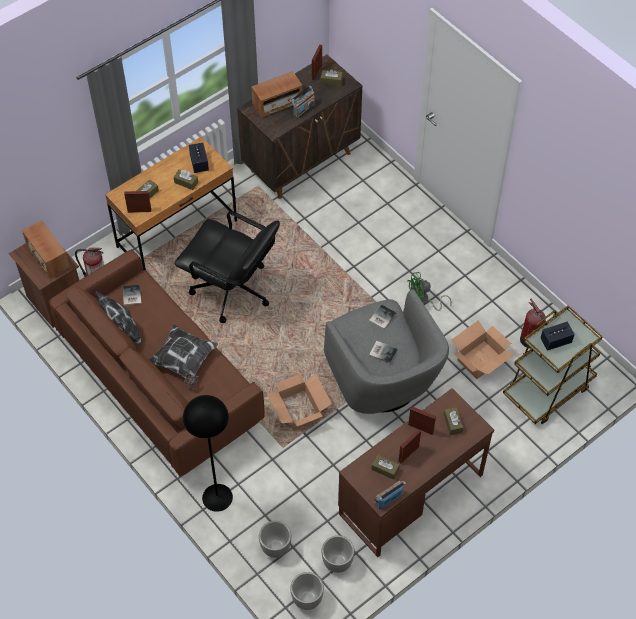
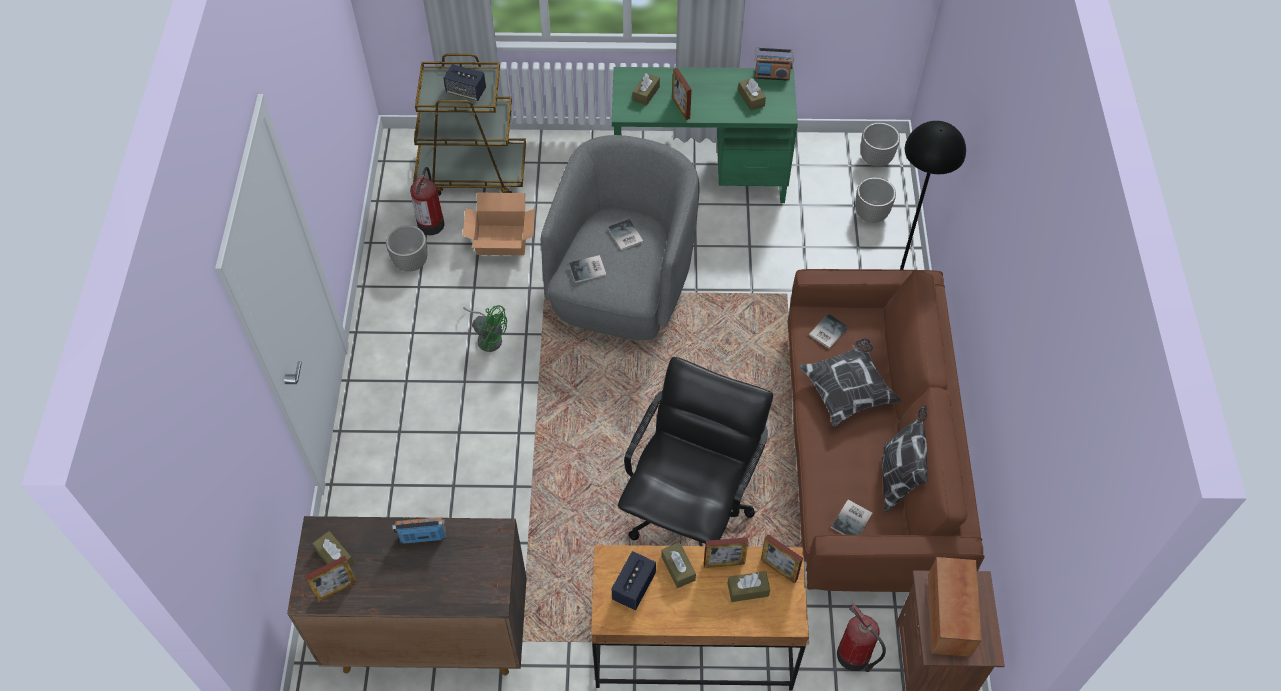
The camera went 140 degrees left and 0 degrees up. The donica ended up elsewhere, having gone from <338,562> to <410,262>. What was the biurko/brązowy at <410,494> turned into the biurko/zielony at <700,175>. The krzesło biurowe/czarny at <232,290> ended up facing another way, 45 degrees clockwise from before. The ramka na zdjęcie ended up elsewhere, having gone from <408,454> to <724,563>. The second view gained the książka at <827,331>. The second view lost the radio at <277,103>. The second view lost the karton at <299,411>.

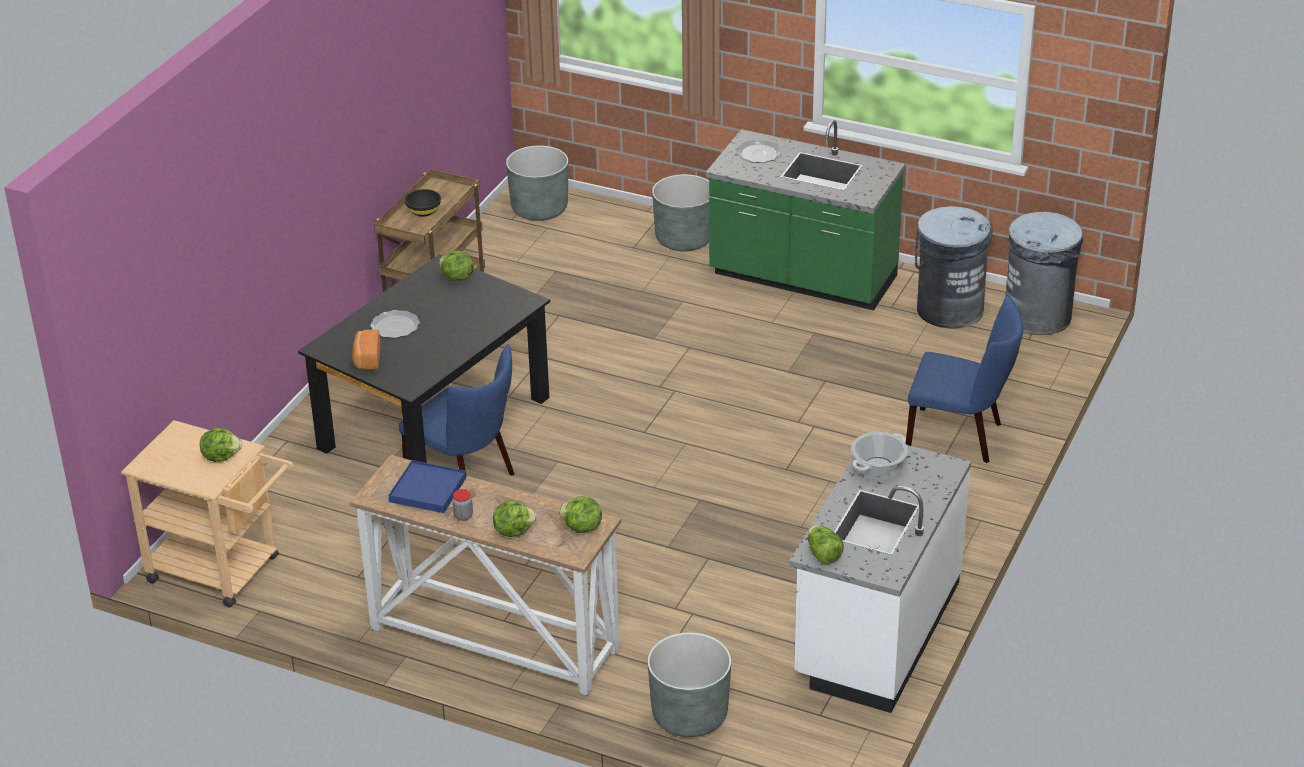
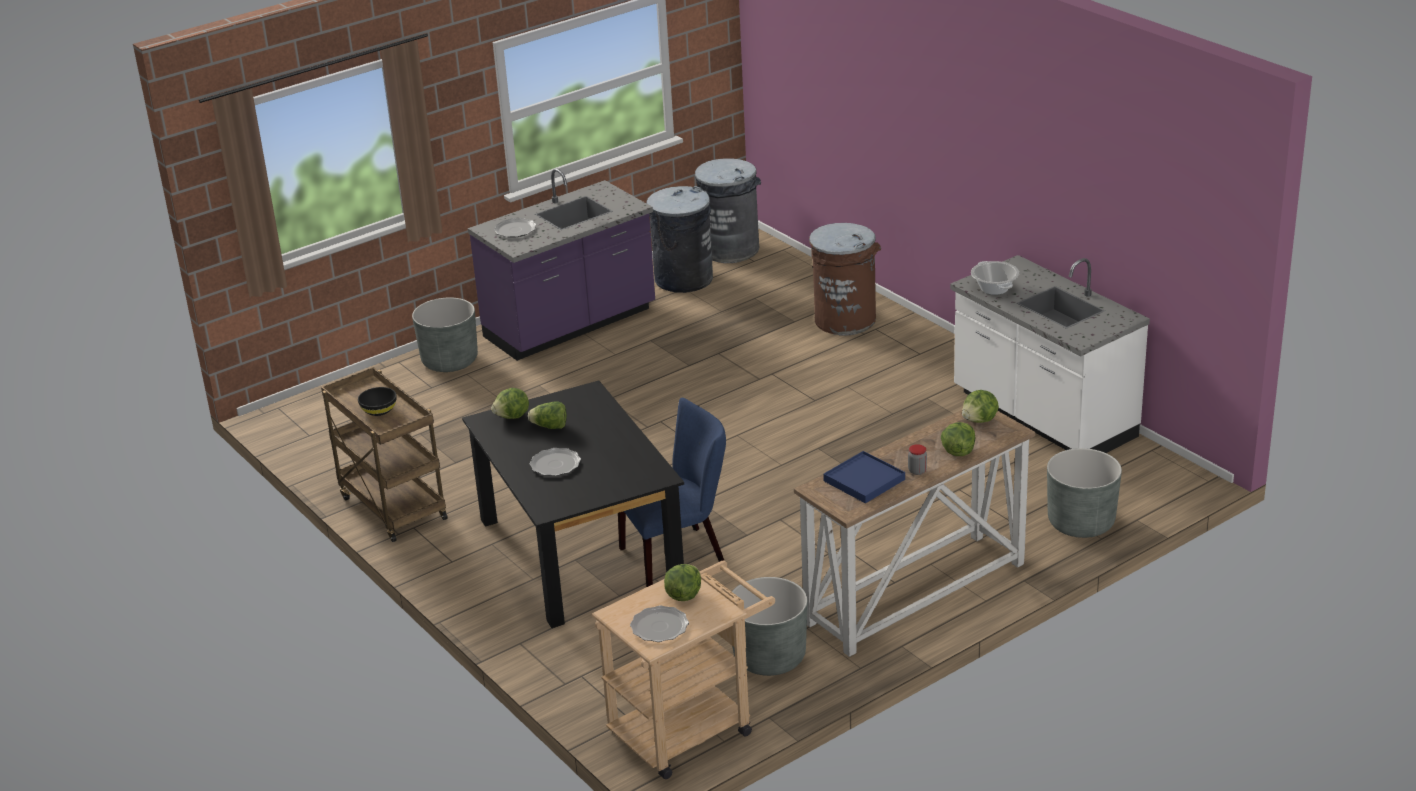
The camera went 60 degrees left and 5 degrees down. What was the zabudowa kuchenna/zielony at <802,278> turned into the zabudowa kuchenna/fioletowy at <571,325>. The sałata ended up elsewhere, having gone from <823,554> to <550,427>. The second view gained the talerz at <660,627>. The donica/szary ended up elsewhere, having gone from <539,209> to <769,657>. Where the krzesło/niebieski stood at <960,437>, the kosz na śmieci/brązowy came to stand at <845,320>. The second view lost the chleb at <366,359>.

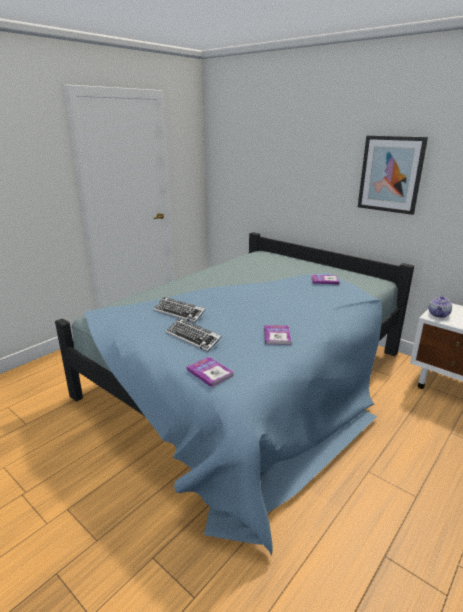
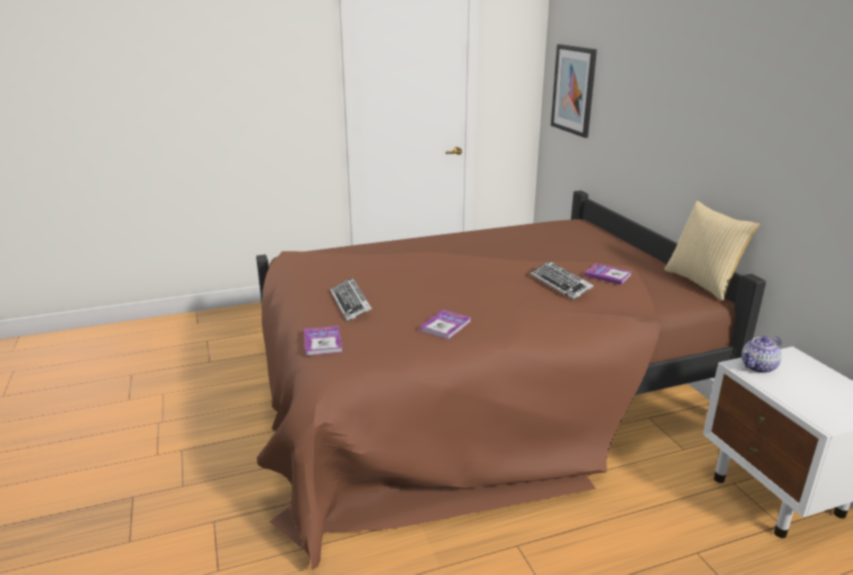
The camera went 30 degrees right and 0 degrees up. What was the łóżko/niebieski at <250,380> turned into the łóżko/brązowy at <473,392>. The klawiatura ended up elsewhere, having gone from <179,313> to <560,284>. The obraz ended up elsewhere, having gone from <390,174> to <573,90>. The second view gained the poduszka at <703,283>.

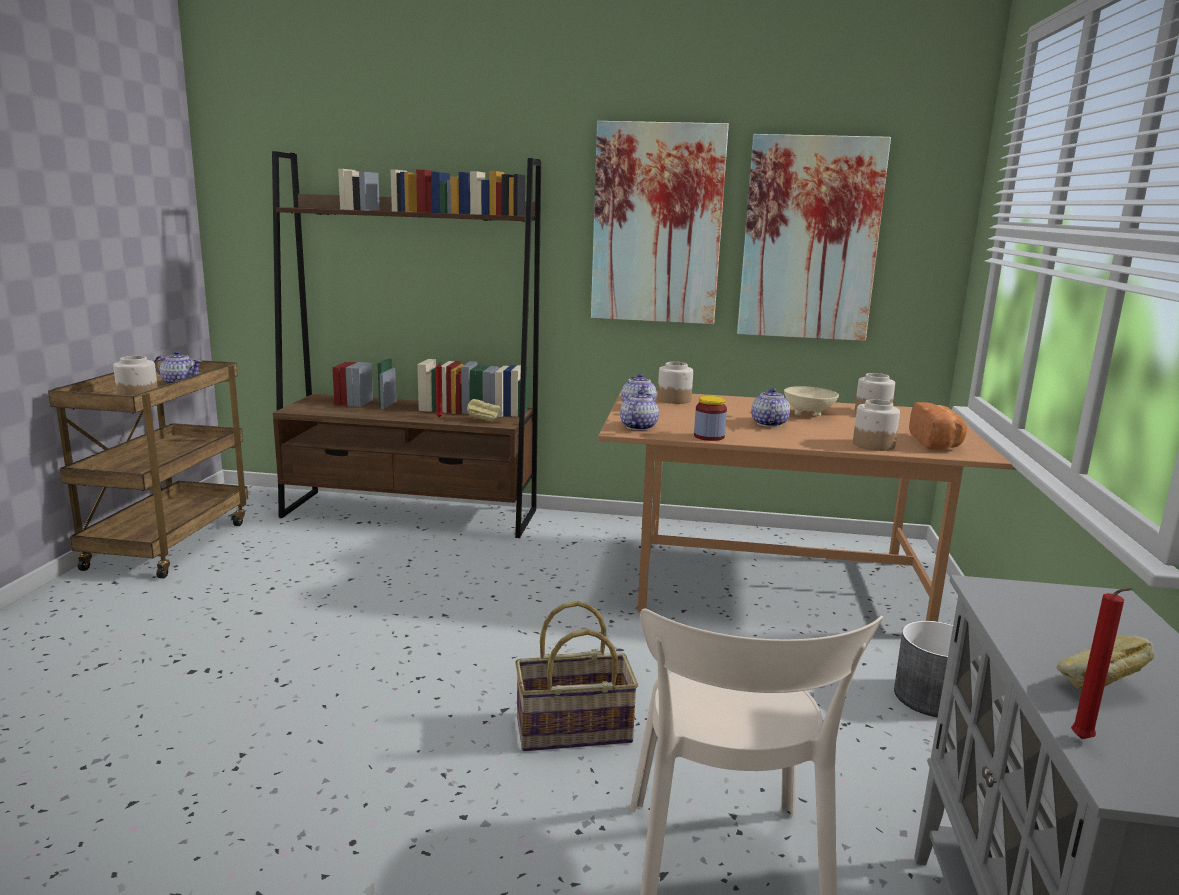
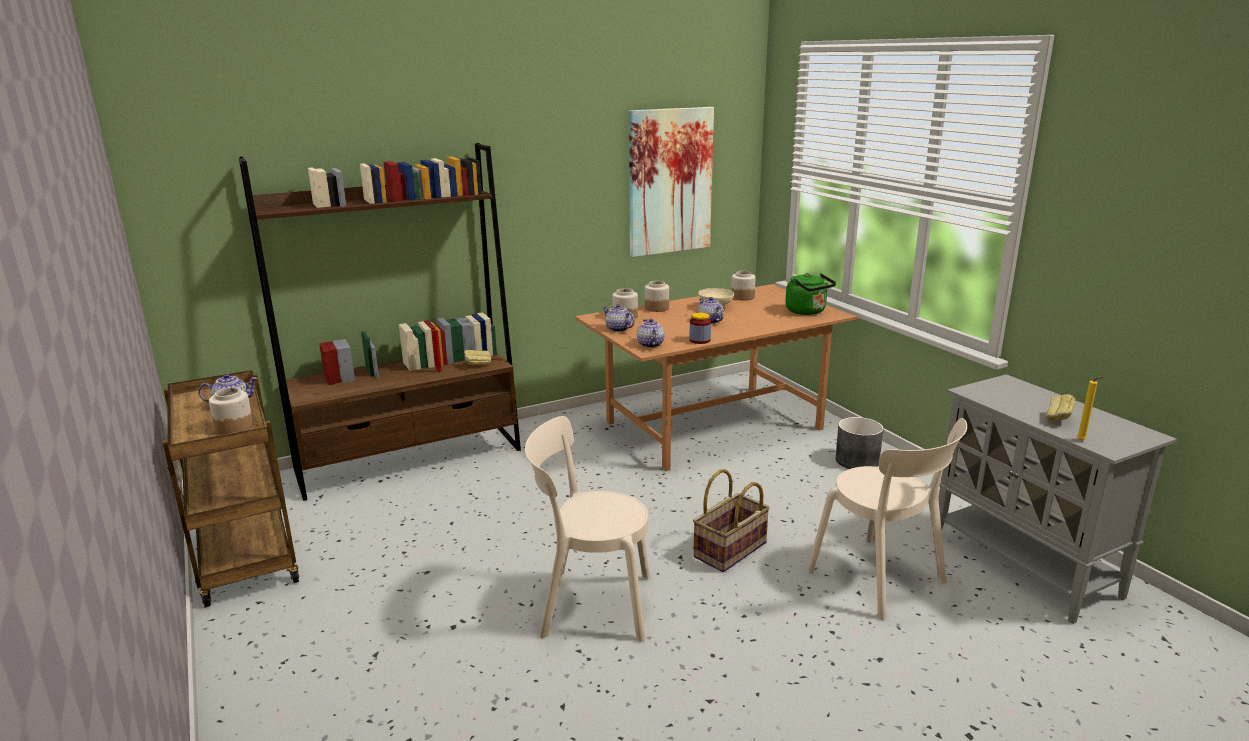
The camera went 35 degrees left and 5 degrees up. The second view gained the krzesło/beżowy at <590,604>. The słoik ended up elsewhere, having gone from <873,445> to <656,308>. Where the chleb stood at <937,443>, the czajnik/zielony came to stand at <807,312>. What was the świeca/czerwony at <1084,741> turned into the świeca/żółty at <1082,441>. The second view lost the obraz at <657,224>.

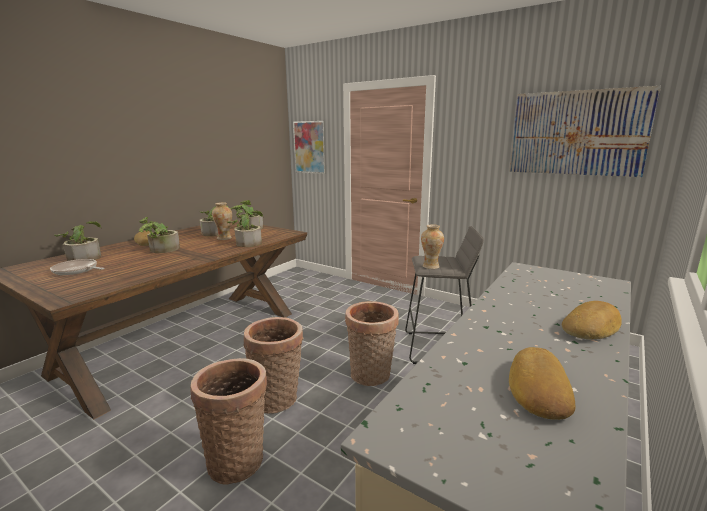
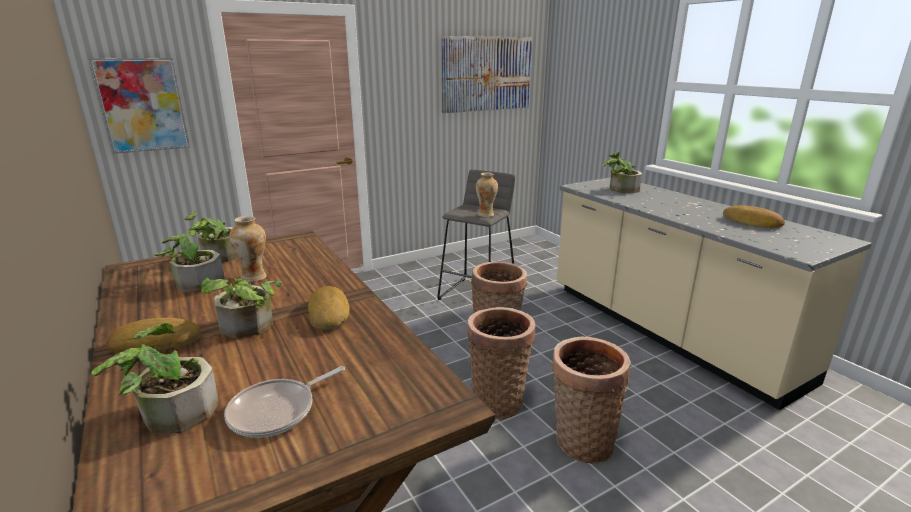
The camera went 65 degrees left and 5 degrees up. The chleb ended up elsewhere, having gone from <592,327> to <329,313>. The roślina doniczkowa ended up elsewhere, having gone from <248,242> to <619,189>.

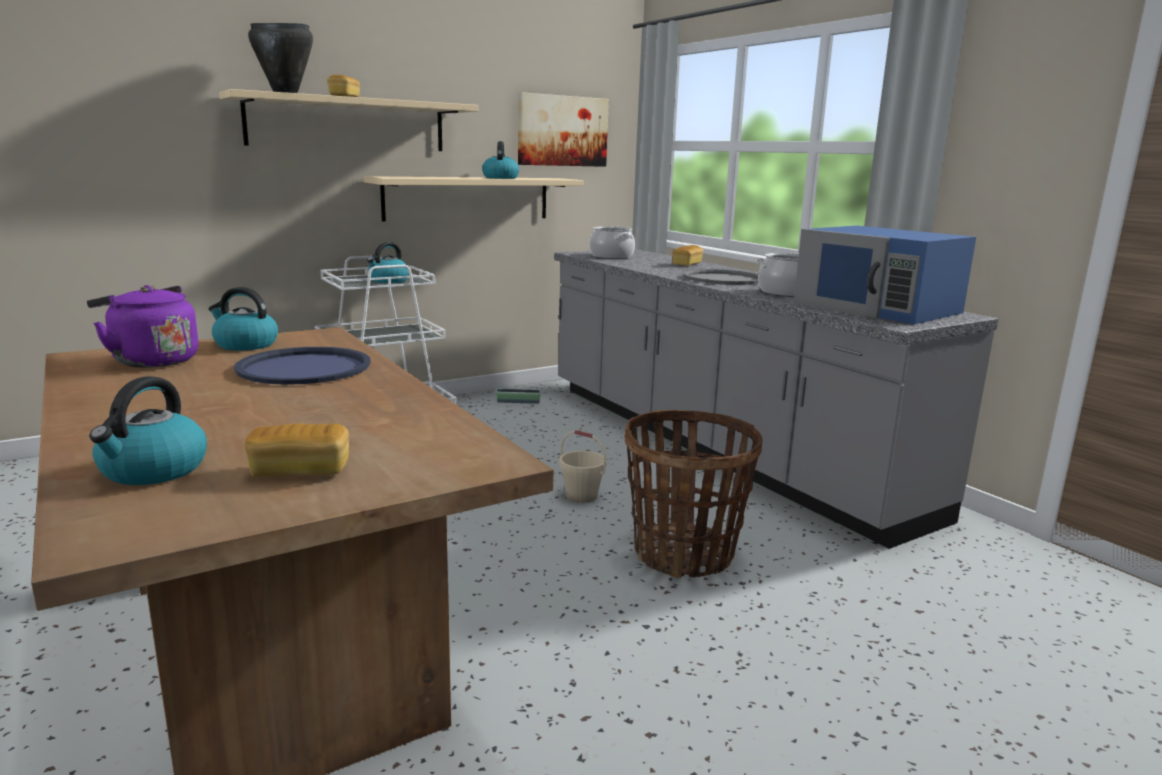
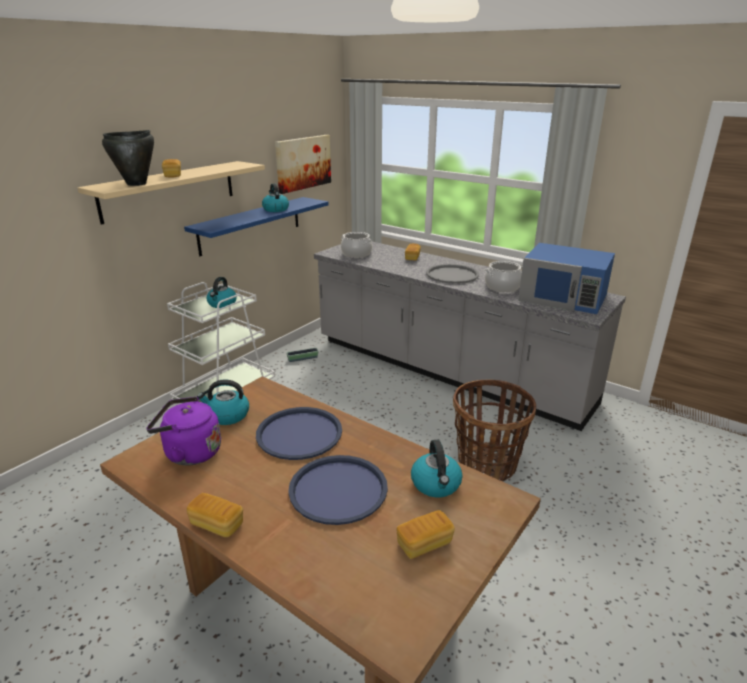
The camera went 20 degrees left and 10 degrees up. What was the półka/beżowy at <468,198> turned into the półka/niebieski at <251,225>. The second view gained the chleb at <217,524>. The second view gained the taca/niebieski at <338,489>. The czajnik ended up elsewhere, having gone from <153,470> to <436,484>. The second view lost the wiadro/beżowy at <581,496>.

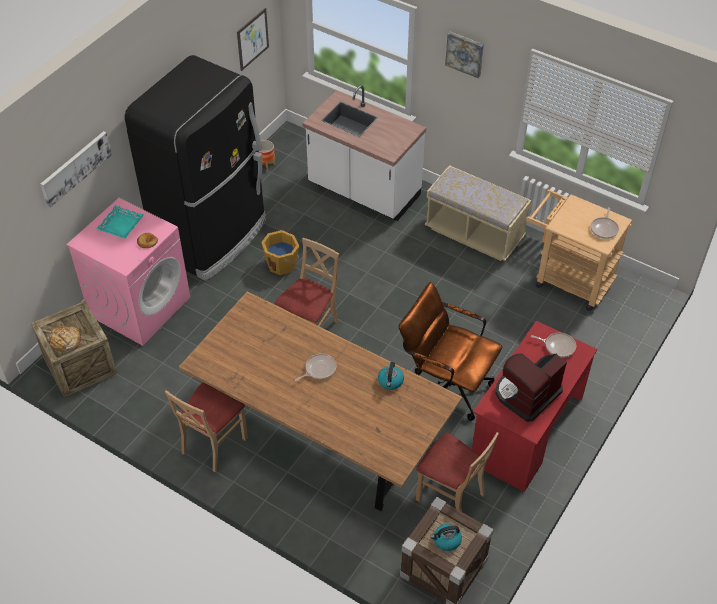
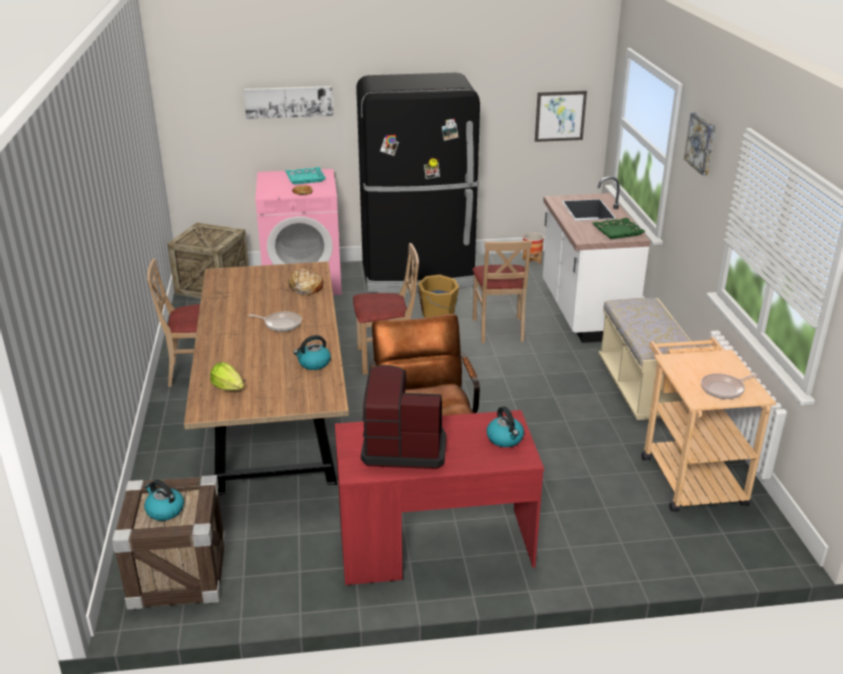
The camera went 50 degrees right and 20 degrees down. The second view gained the sałata at <228,387>. The chleb ended up elsewhere, having gone from <65,342> to <305,288>. The krzesło/beżowy ended up elsewhere, having gone from <451,495> to <499,329>. Where the patelnia stood at <558,346>, the czajnik came to stand at <505,439>. The second view gained the taca/zielony at <618,232>.

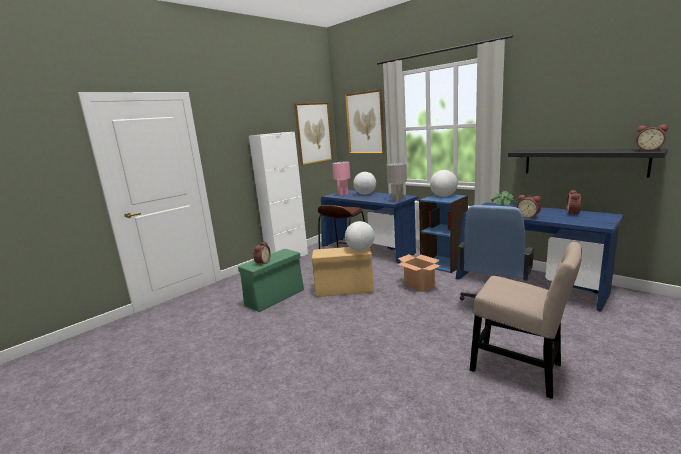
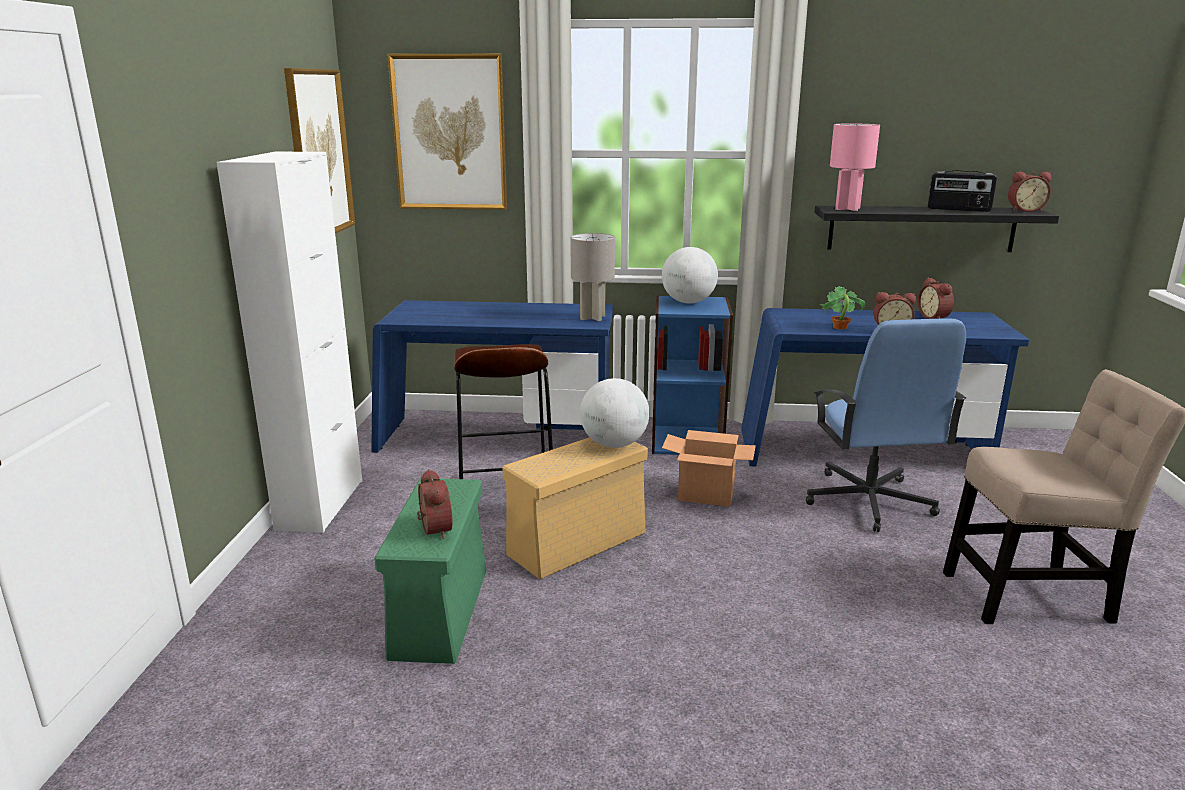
The camera went 40 degrees left and 5 degrees up. The lampa stołowa/różowy ended up elsewhere, having gone from <343,194> to <848,209>. The second view gained the radio at <958,209>. The second view lost the globus at <365,194>.

